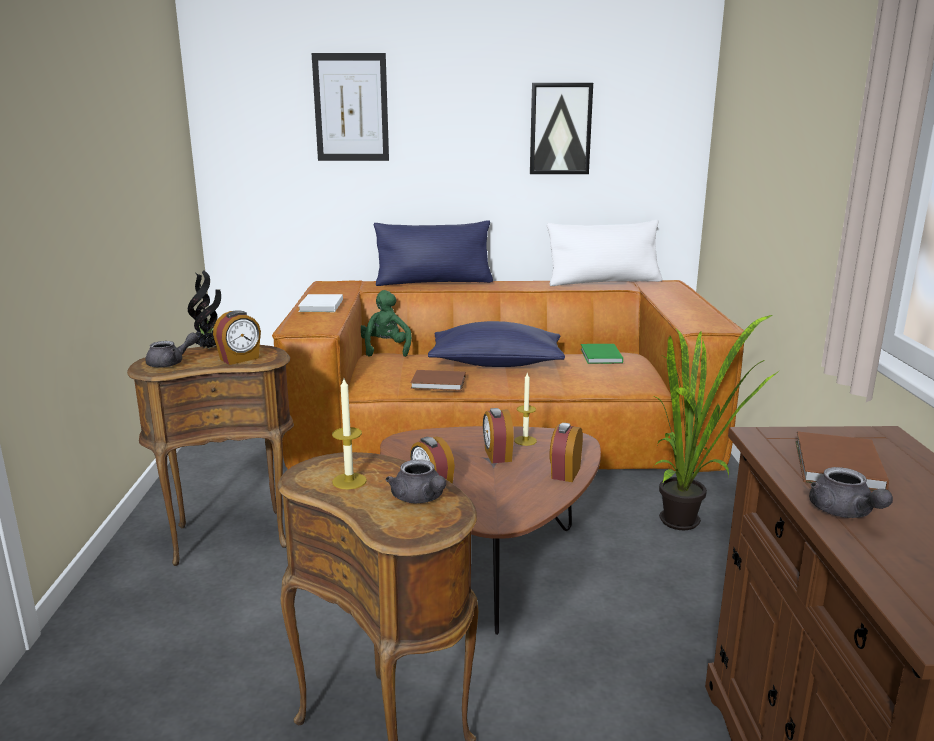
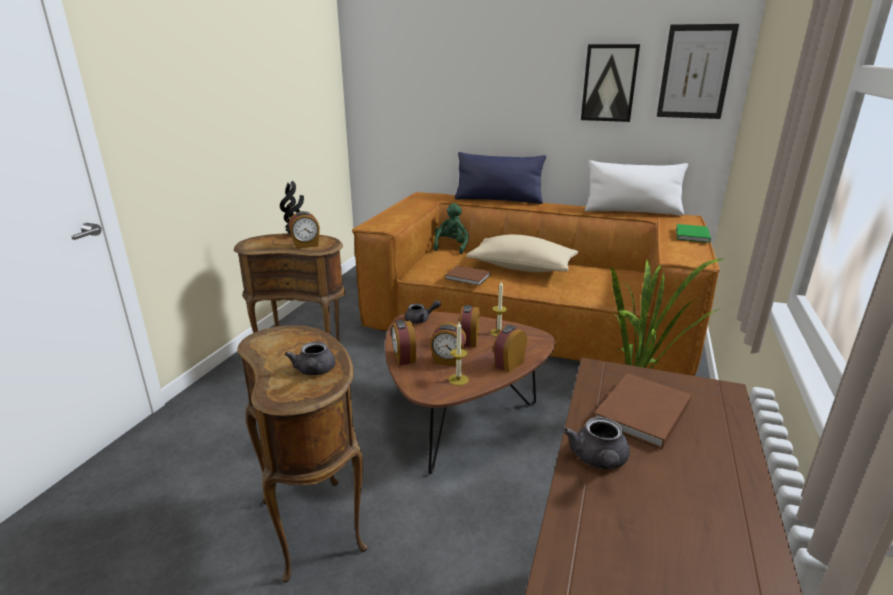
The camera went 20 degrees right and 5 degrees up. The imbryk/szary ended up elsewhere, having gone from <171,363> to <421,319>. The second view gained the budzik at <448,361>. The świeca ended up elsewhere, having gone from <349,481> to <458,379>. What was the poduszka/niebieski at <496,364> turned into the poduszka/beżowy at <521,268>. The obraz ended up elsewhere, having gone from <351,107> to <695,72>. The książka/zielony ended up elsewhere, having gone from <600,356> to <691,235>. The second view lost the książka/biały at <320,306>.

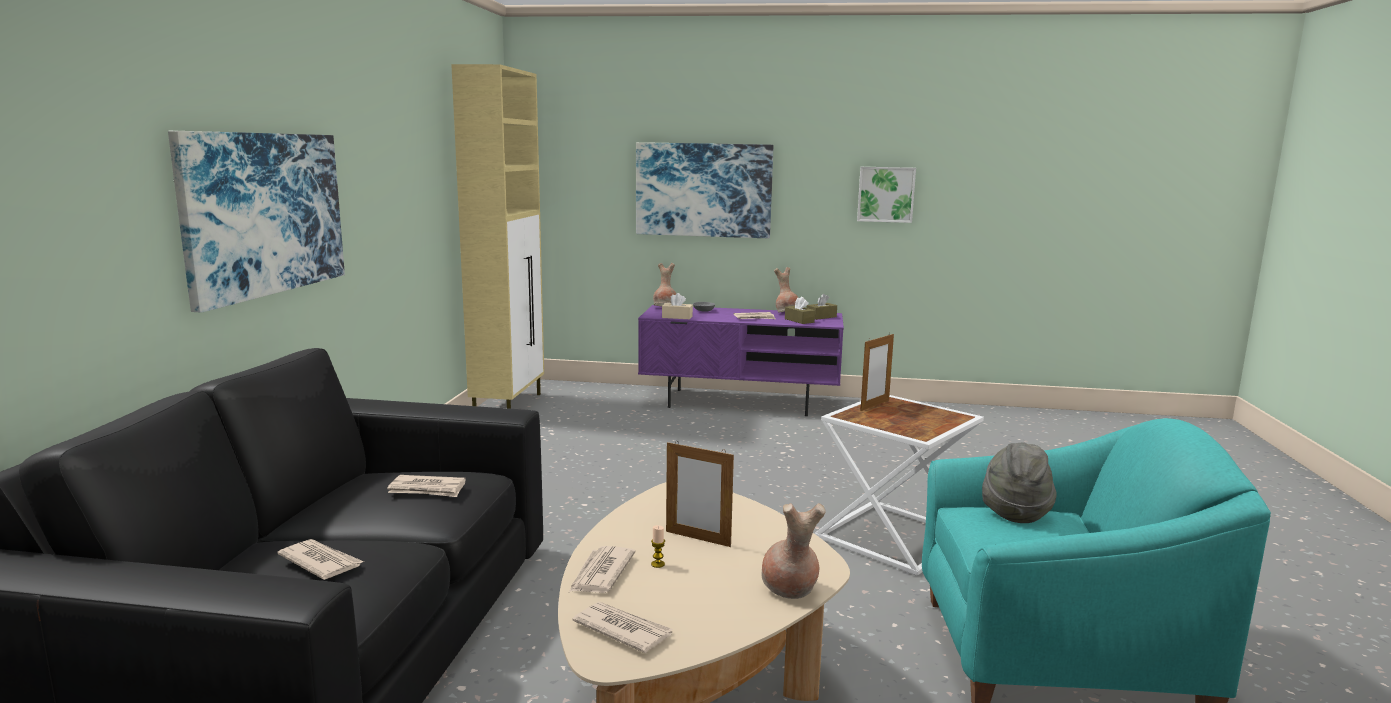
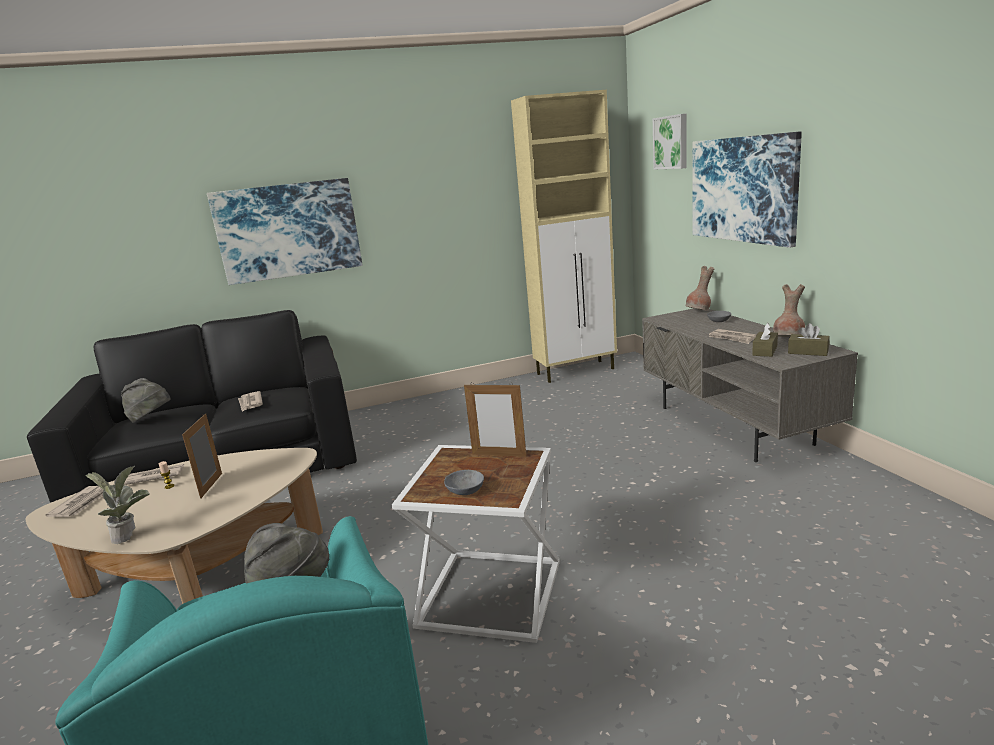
The camera went 65 degrees right and 5 degrees up. Where the wazon/brązowy stood at <789,590>, the roślina doniczkowa came to stand at <131,535>. Where the gazeta stood at <321,562>, the kapelusz/szary came to stand at <151,419>. The second view gained the miska/szary at <464,490>. What was the szafka pod telewizor/fioletowy at <741,402> turned into the szafka pod telewizor/szary at <734,425>. The obraz ended up elsewhere, having gone from <885,194> to <671,142>. The second view lost the pudełko chusteczek/beżowy at <677,317>.

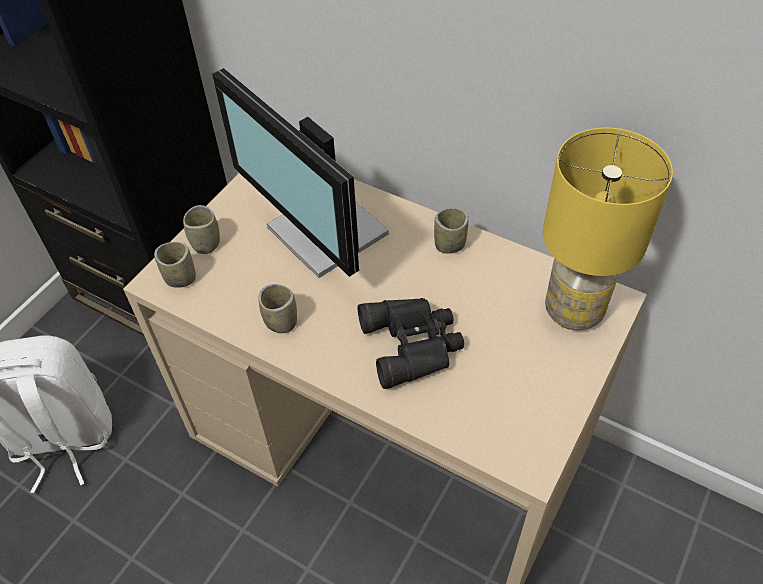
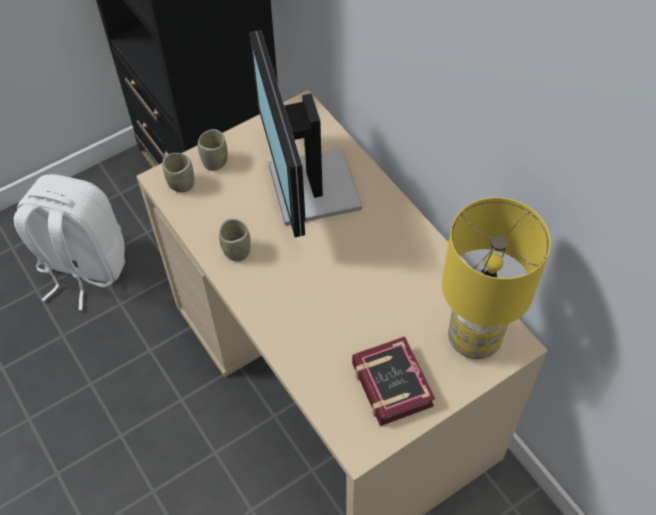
The camera went 25 degrees right and 5 degrees up. The second view gained the książka at <392,381>. The second view lost the lornetka/czarny at <413,343>. The second view lost the filiżanka at <449,244>.

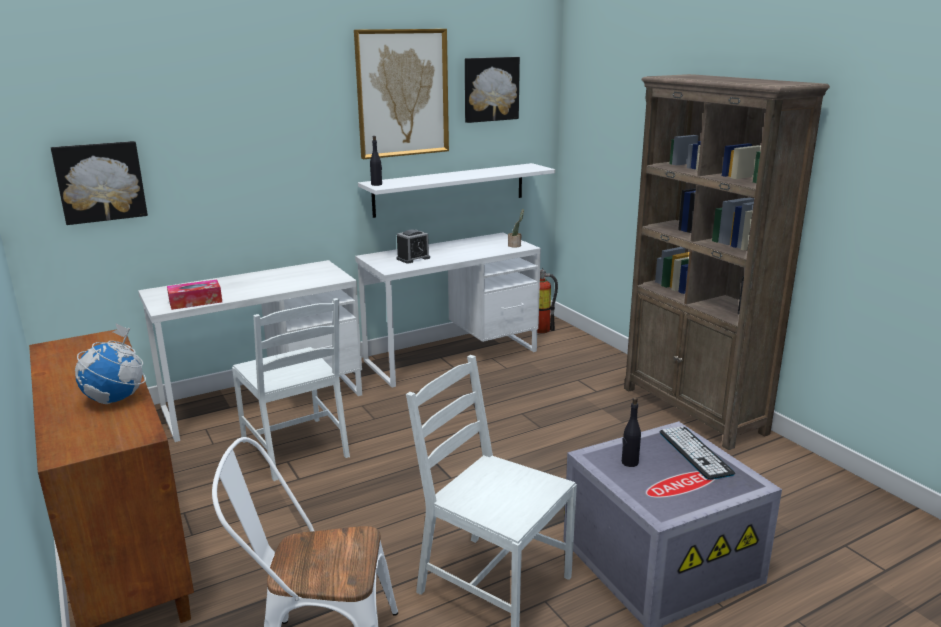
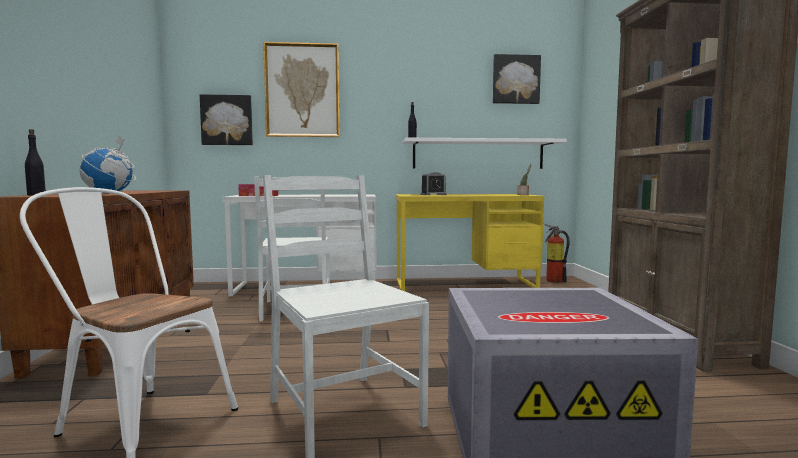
The camera went 25 degrees right and 15 degrees down. The butelka/czarny ended up elsewhere, having gone from <629,462> to <36,195>. The obraz ended up elsewhere, having gone from <402,93> to <302,90>. What was the biurko/biały at <452,356> turned into the biurko/żółty at <465,284>. The second view lost the klawiatura at <695,453>.

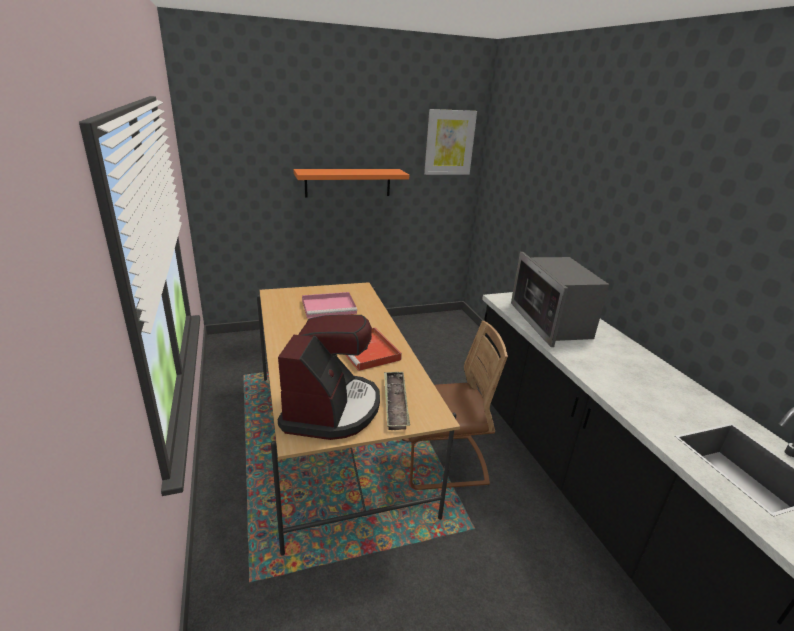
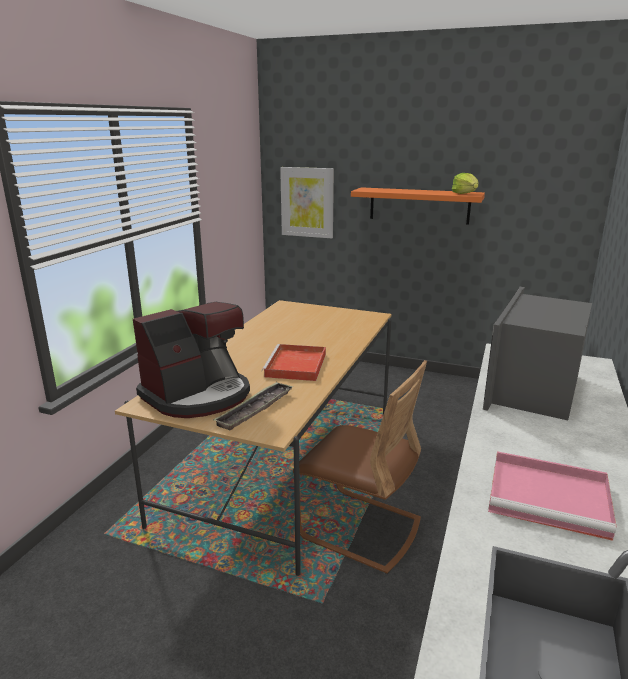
The camera went 40 degrees right and 5 degrees down. The obraz ended up elsewhere, having gone from <449,142> to <307,202>. The second view gained the sałata at <465,194>. The taca/różowy ended up elsewhere, having gone from <330,307> to <551,498>.

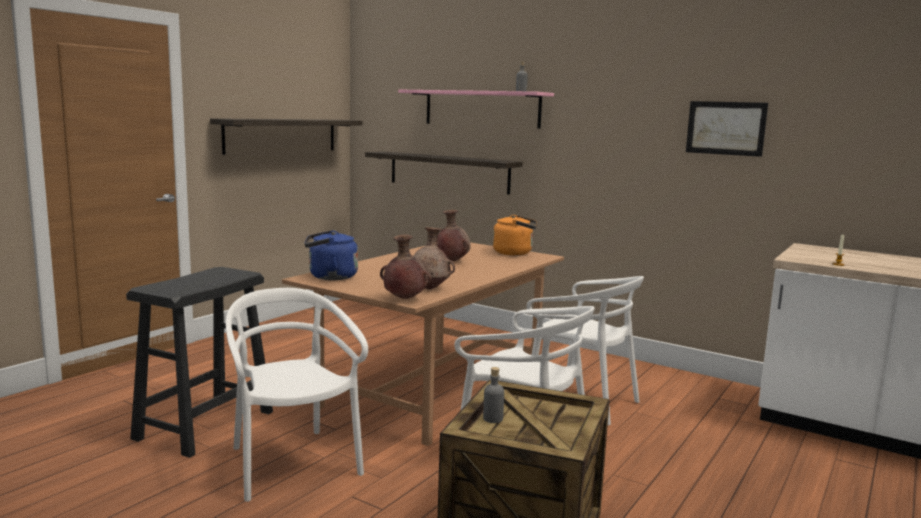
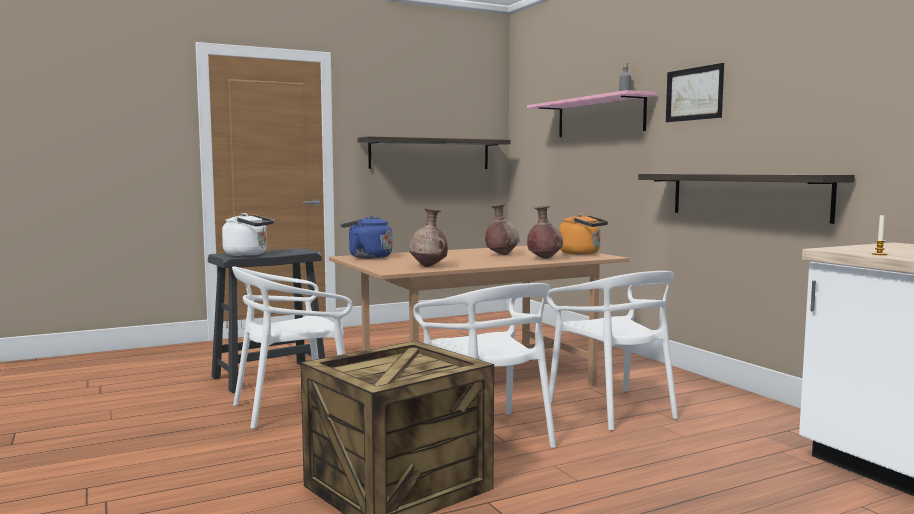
The camera went 30 degrees right and 5 degrees down. The second view gained the czajnik/biały at <248,254>. The krzesło/biały at <292,464> ended up facing another way, 120 degrees counterclockwise from before. The wazon/brązowy ended up elsewhere, having gone from <404,299> to <544,258>. The półka ended up elsewhere, having gone from <448,172> to <746,195>. The obraz ended up elsewhere, having gone from <725,128> to <694,94>. The second view lost the butelka/szary at <493,419>.

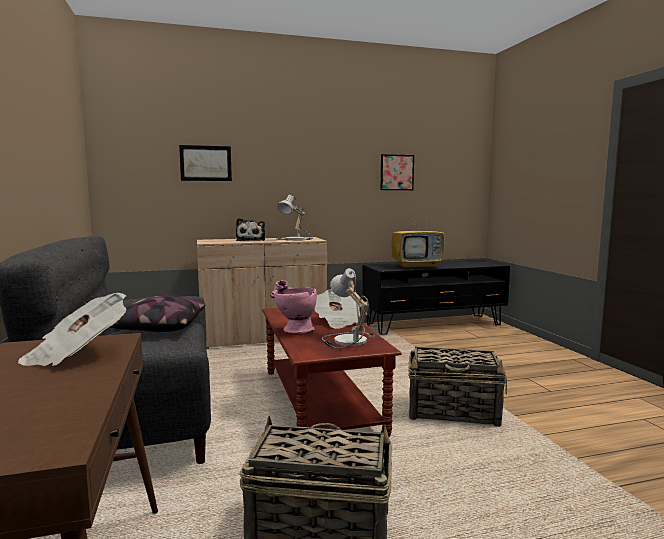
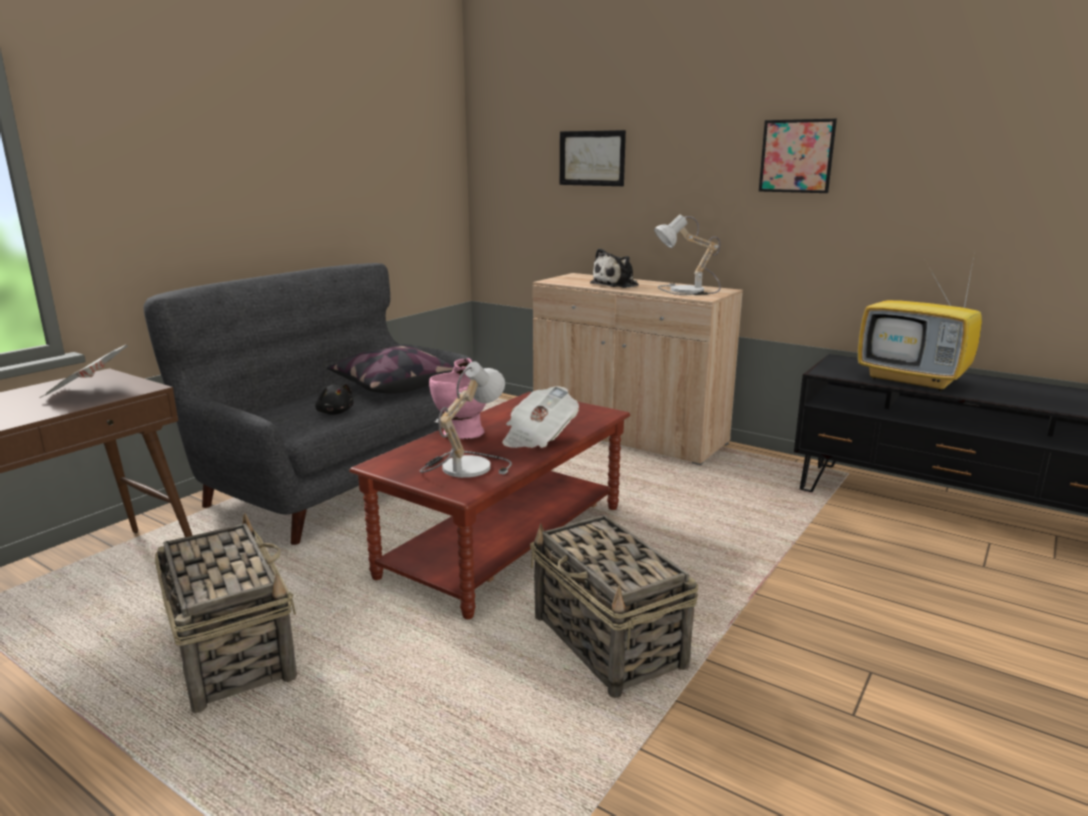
The camera went 50 degrees right and 10 degrees up. The second view gained the pluszak/czarny at <335,412>. The obraz ended up elsewhere, having gone from <397,172> to <796,156>.

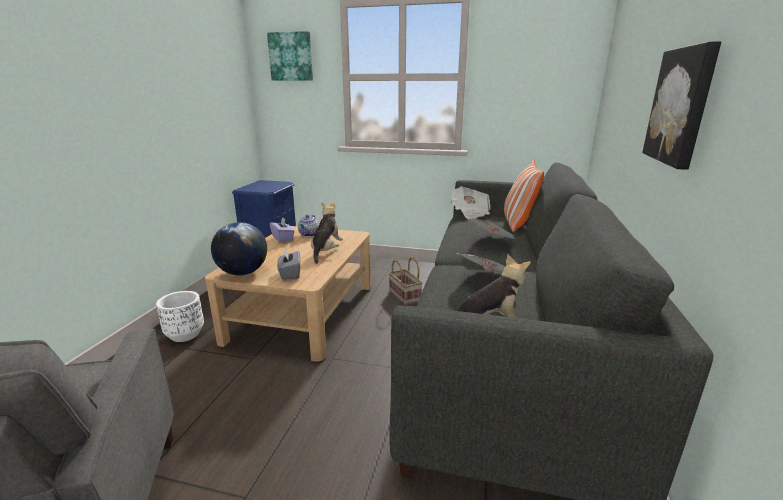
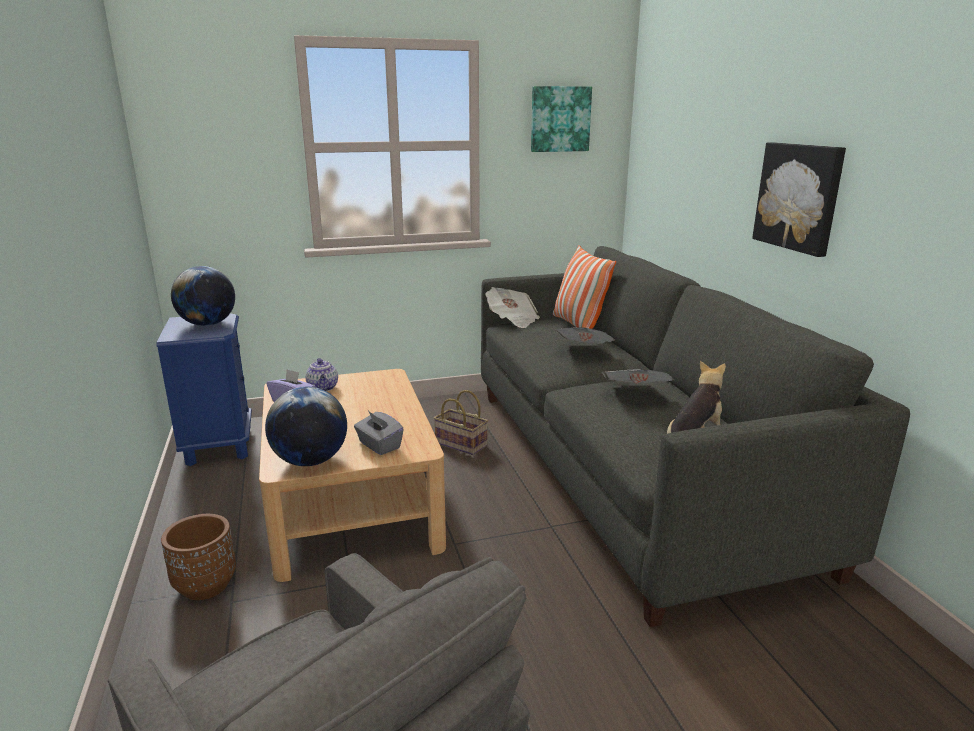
The camera went 30 degrees left and 0 degrees up. What was the donica/biały at <185,335> turned into the donica/brązowy at <206,586>. The second view gained the globus at <208,324>. The obraz ended up elsewhere, having gone from <291,56> to <560,119>. The second view lost the pluszak at <326,251>.

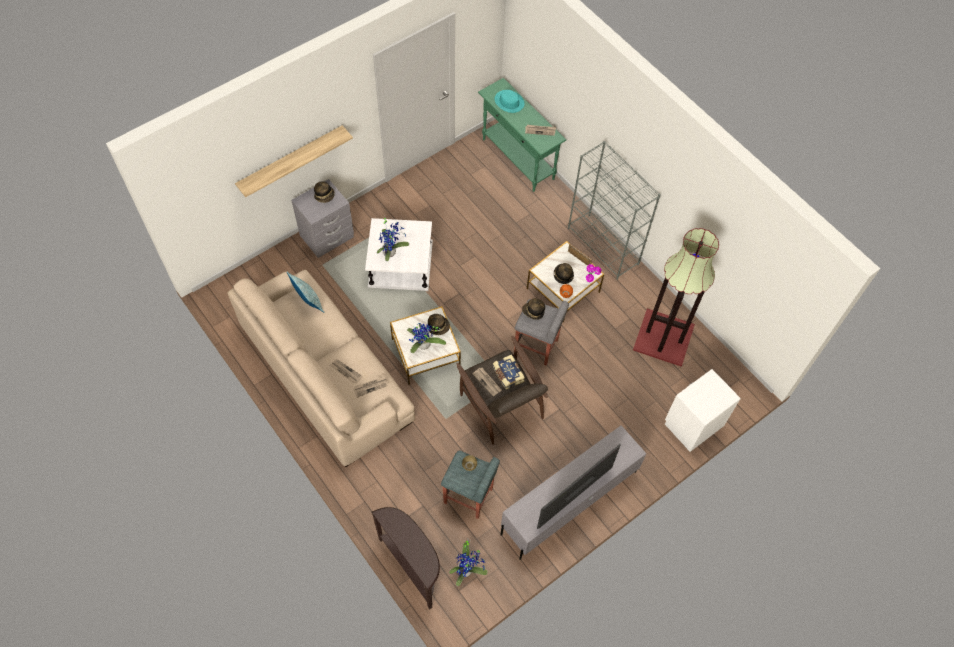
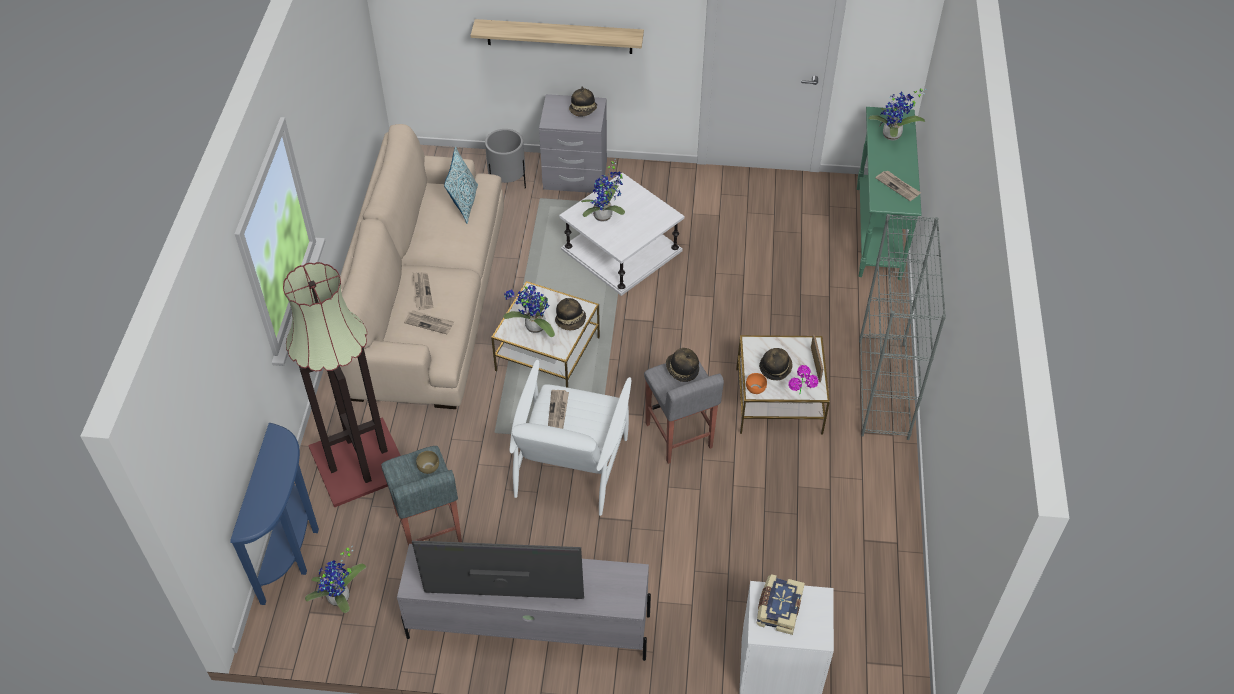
The camera went 45 degrees right and 10 degrees down. What was the stolik konsolowy/brązowy at <413,566> turned into the stolik konsolowy/niebieski at <294,549>. The lampa stojąca ended up elsewhere, having gone from <664,338> to <358,464>. The second view gained the donica/szary at <508,183>. What was the fotel/brązowy at <500,403> turned into the fotel/biały at <571,463>. The książka ended up elsewhere, having gone from <507,375> to <778,608>. Where the kapelusz/turkusowy stood at <509,102>, the roślina doniczkowa came to stand at <892,137>.

